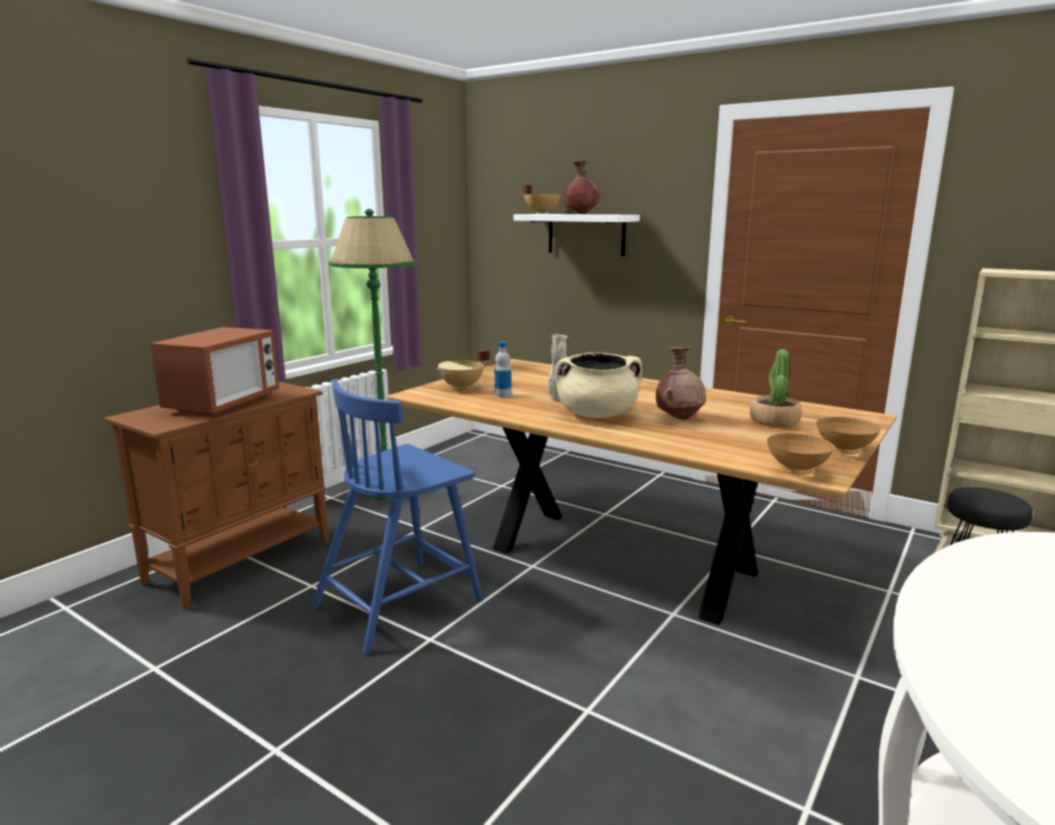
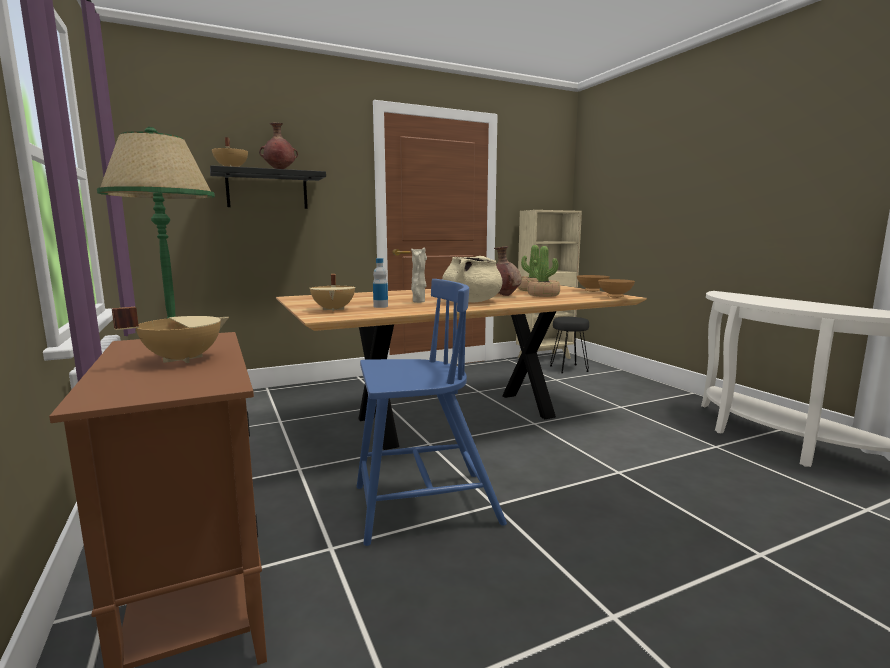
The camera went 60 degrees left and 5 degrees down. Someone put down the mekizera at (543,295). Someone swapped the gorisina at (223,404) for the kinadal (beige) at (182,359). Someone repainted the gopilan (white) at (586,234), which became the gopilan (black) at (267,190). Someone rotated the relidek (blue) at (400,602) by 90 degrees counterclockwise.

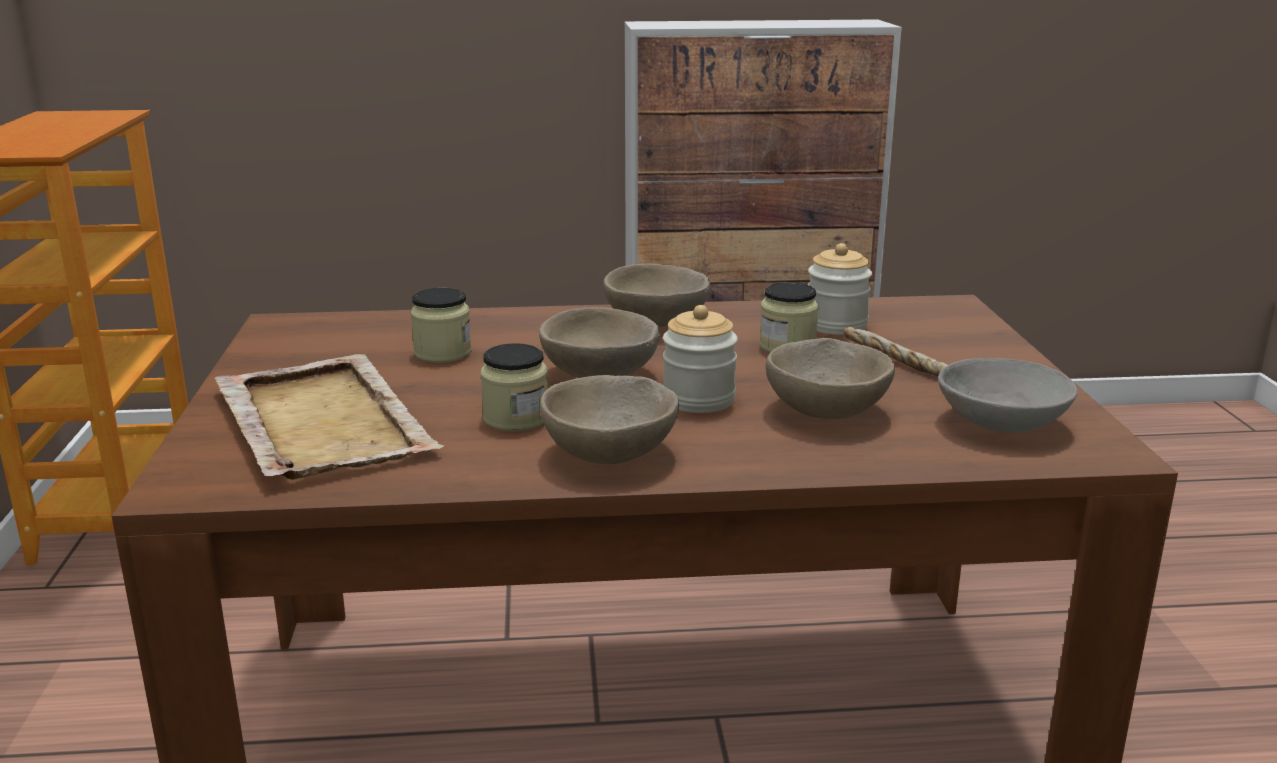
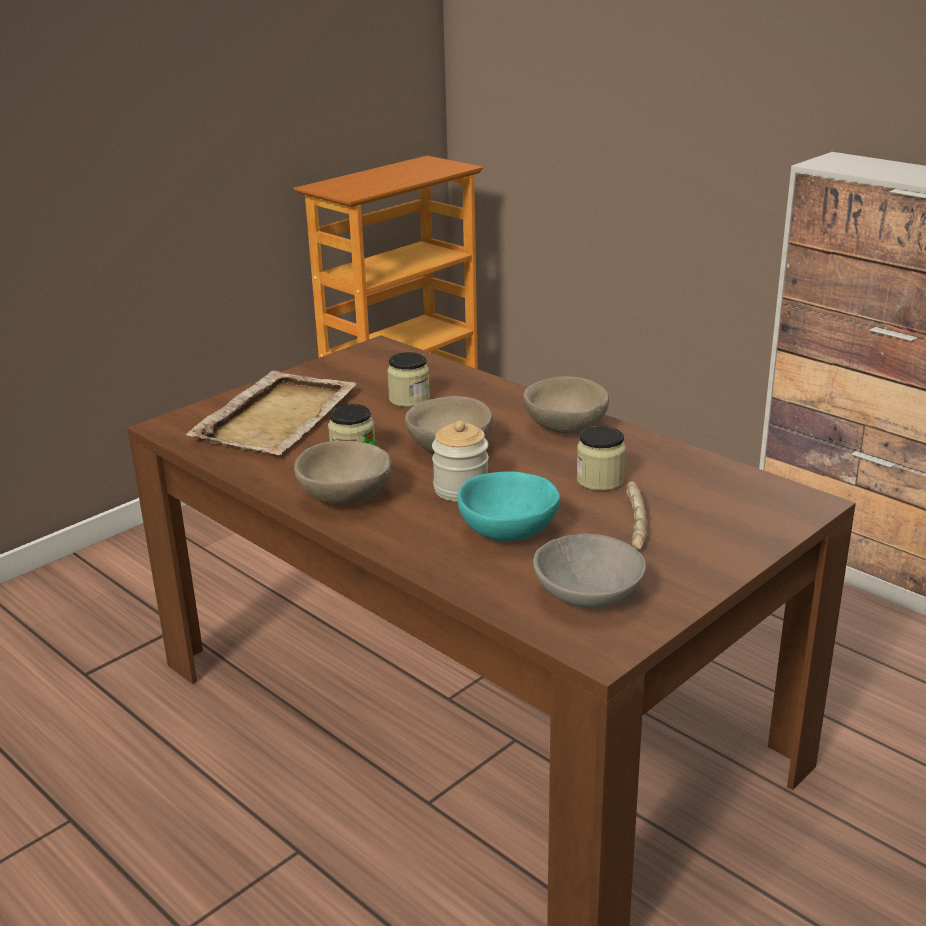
The camera went 50 degrees right and 5 degrees up. Someone took away the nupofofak at (836,325). Someone repainted the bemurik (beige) at (827,412), which became the bemurik (turquoise) at (508,533).

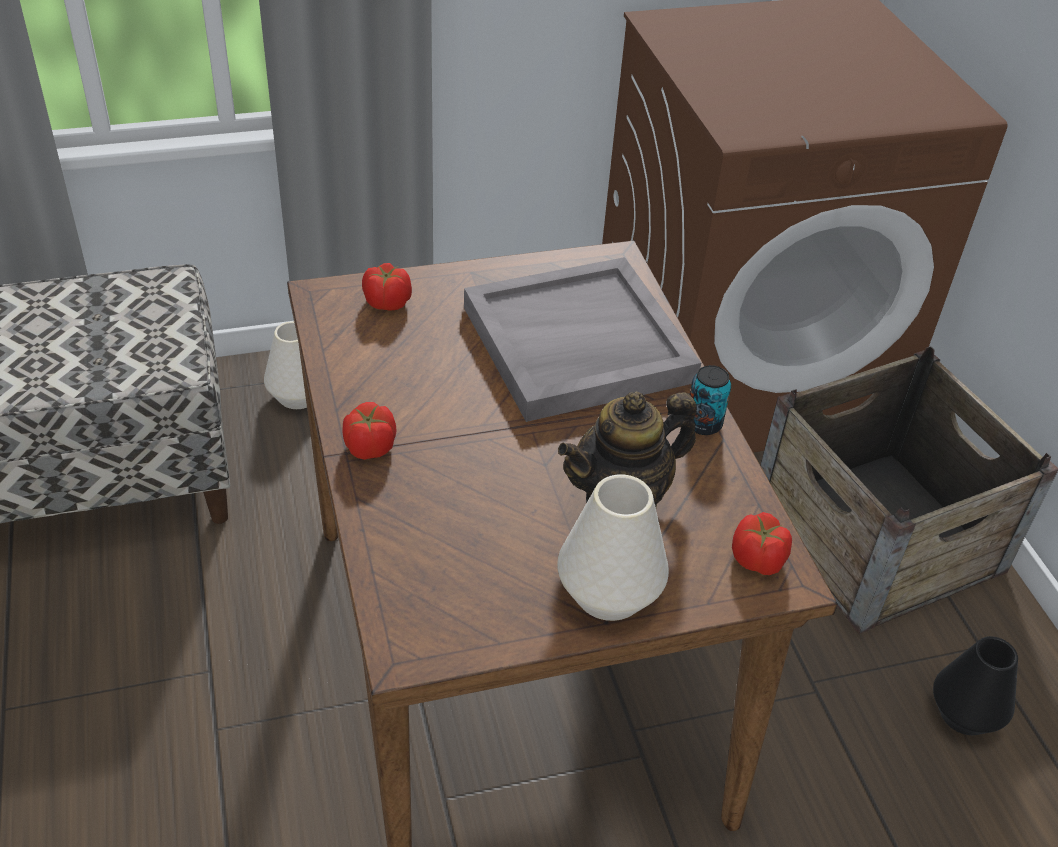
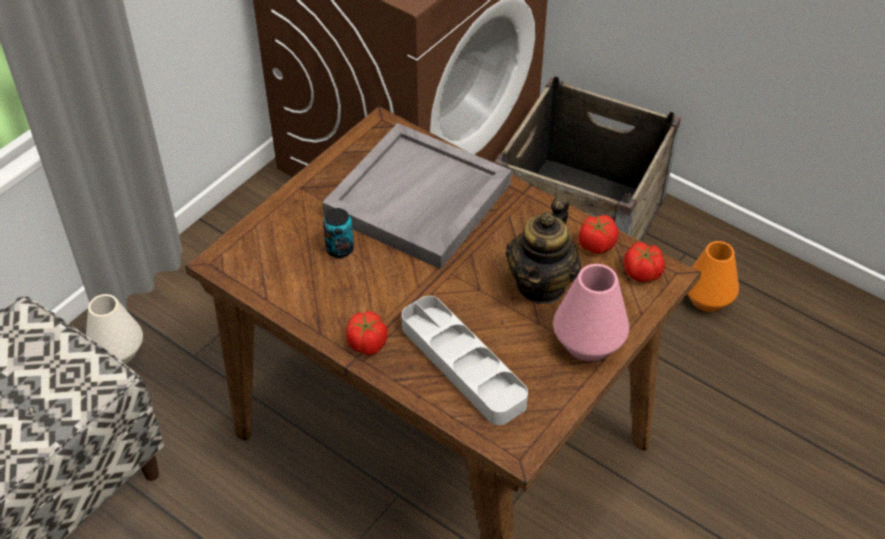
The camera went 35 degrees left and 5 degrees up. Someone put down the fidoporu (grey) at (462,364). Someone carried the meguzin from (387,302) to (596,244). Someone carried the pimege from (703,424) to (339,249). Someone repainted the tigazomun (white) at (608,594), which became the tigazomun (pink) at (588,343). Someone repainted the tigazomun (black) at (964,713), which became the tigazomun (orange) at (707,299).

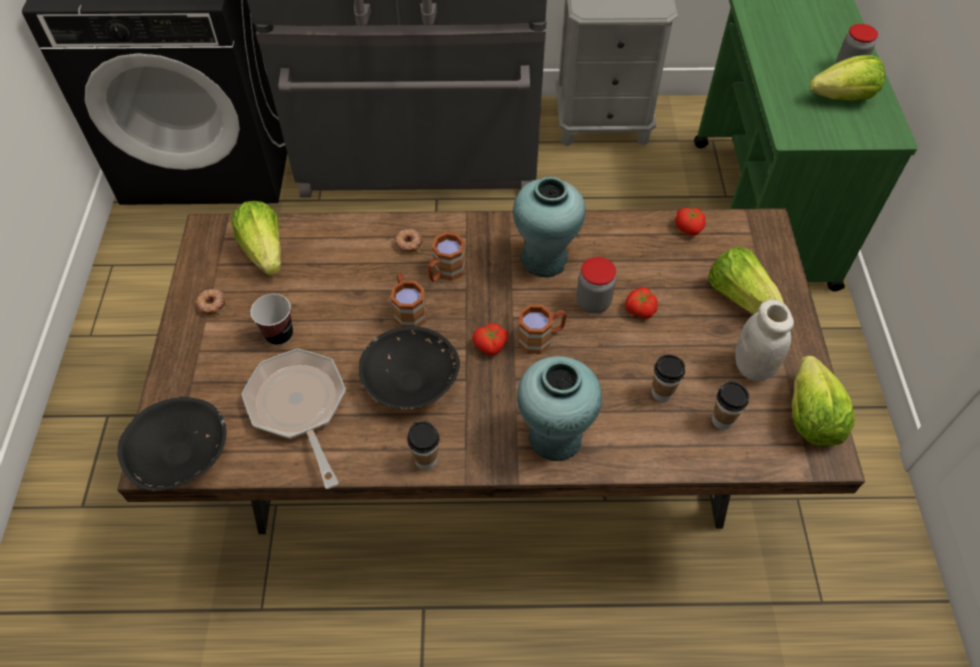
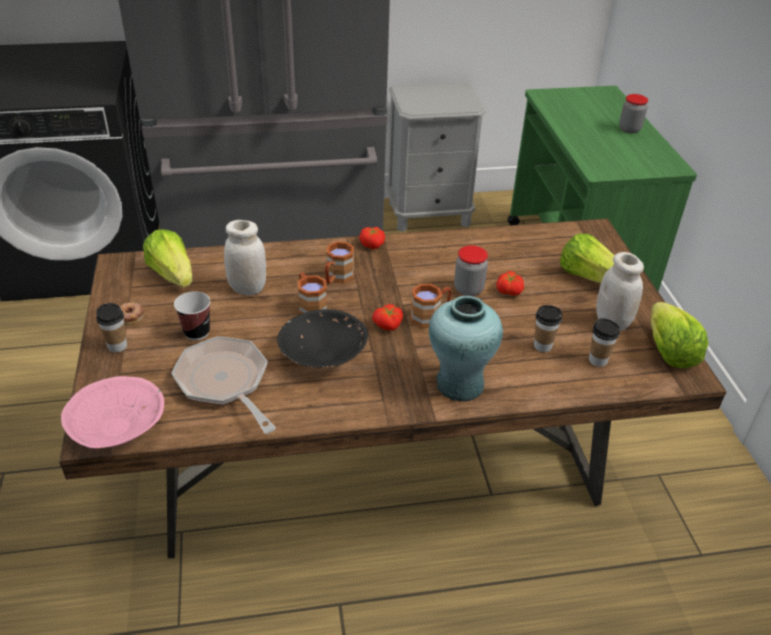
The camera went 10 degrees left and 15 degrees down. Someone took away the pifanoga at (409,243). Someone took away the tigazomun (turquoise) at (544,258). Someone took away the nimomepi at (843,97). Someone put down the nupofofak (white) at (247,288). Someone carried the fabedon from (426,460) to (117,346). Someone carried the meguzin from (689,227) to (372,244). Someone repainted the bemurik (black) at (182,454), which became the bemurik (pink) at (119,428).

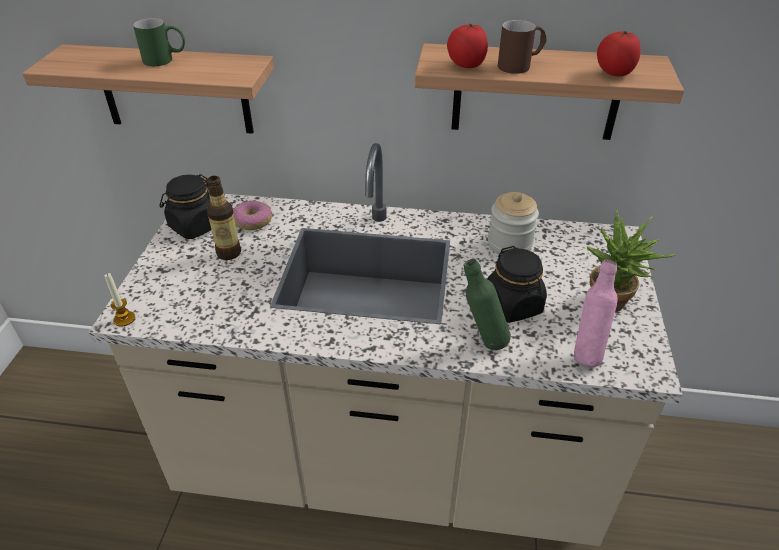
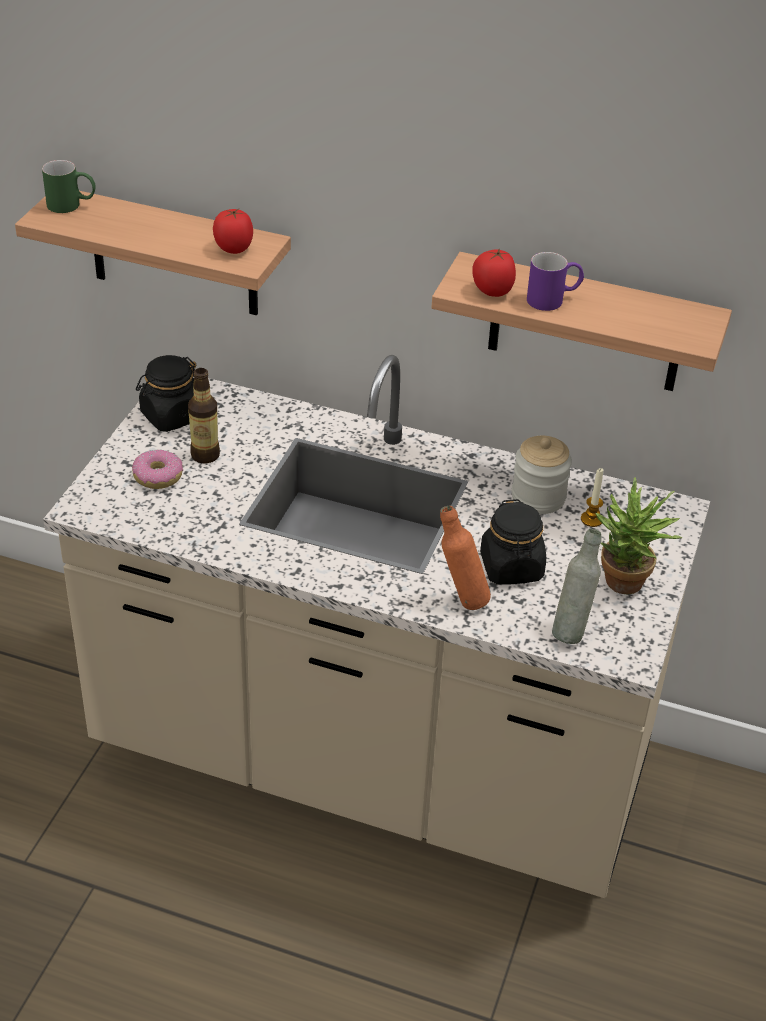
The camera went 10 degrees right and 0 degrees up. Someone carried the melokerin from (124,319) to (591,519). Someone carried the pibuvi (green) from (165,60) to (72,205). Someone carried the pifanoga from (253,221) to (158,476). Someone carried the meguzin from (613,73) to (233,249). Someone repainted the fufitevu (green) at (482,342), which became the fufitevu (orange) at (461,600). Someone repainted the pibuvi (brown) at (520,65), which became the pibuvi (purple) at (553,300). Someone repainted the fufitevu (pink) at (586,353), which became the fufitevu (grey) at (571,630).

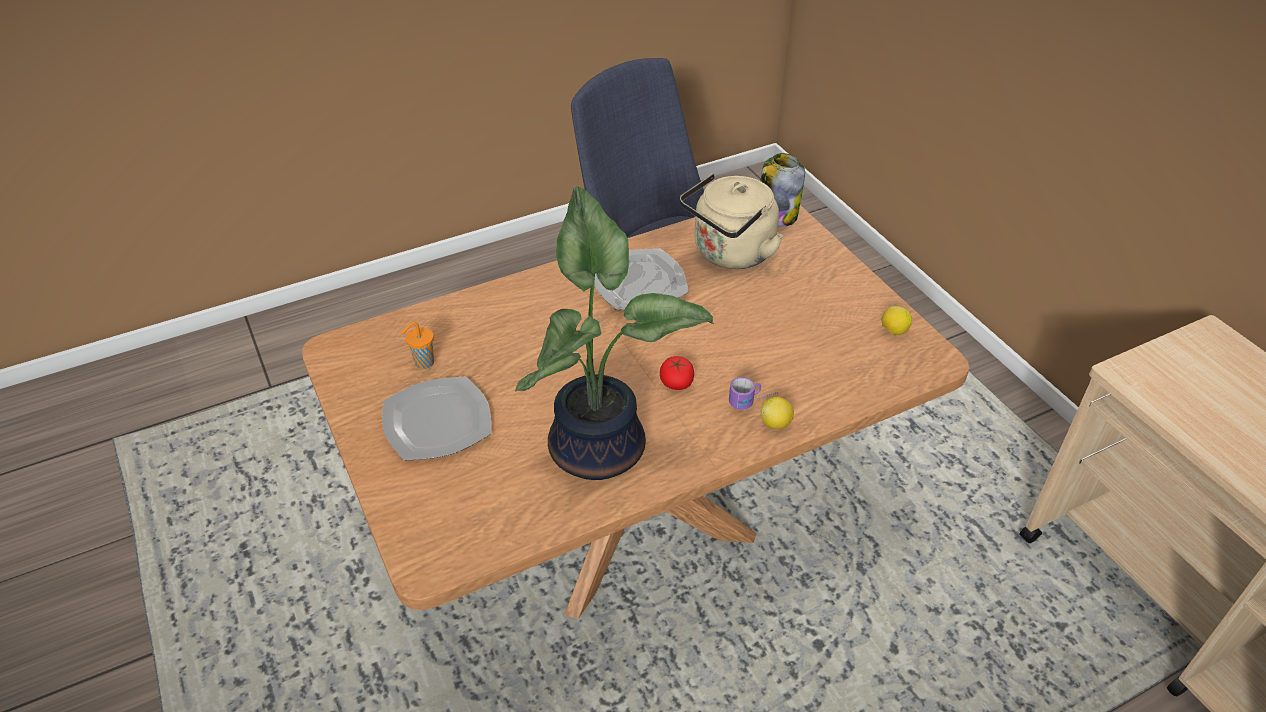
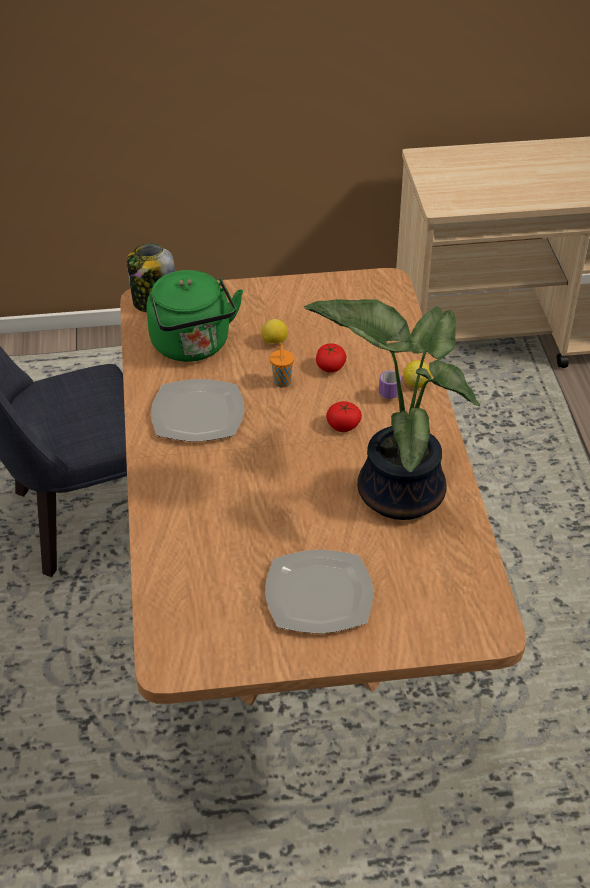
The camera went 70 degrees left and 0 degrees up. Someone put down the meguzin at (330,367). Someone carried the fabedon (orange) from (423,363) to (282,383). Someone carried the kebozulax from (893,331) to (274,342). Someone repainted the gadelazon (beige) at (730,254), which became the gadelazon (green) at (193,346).

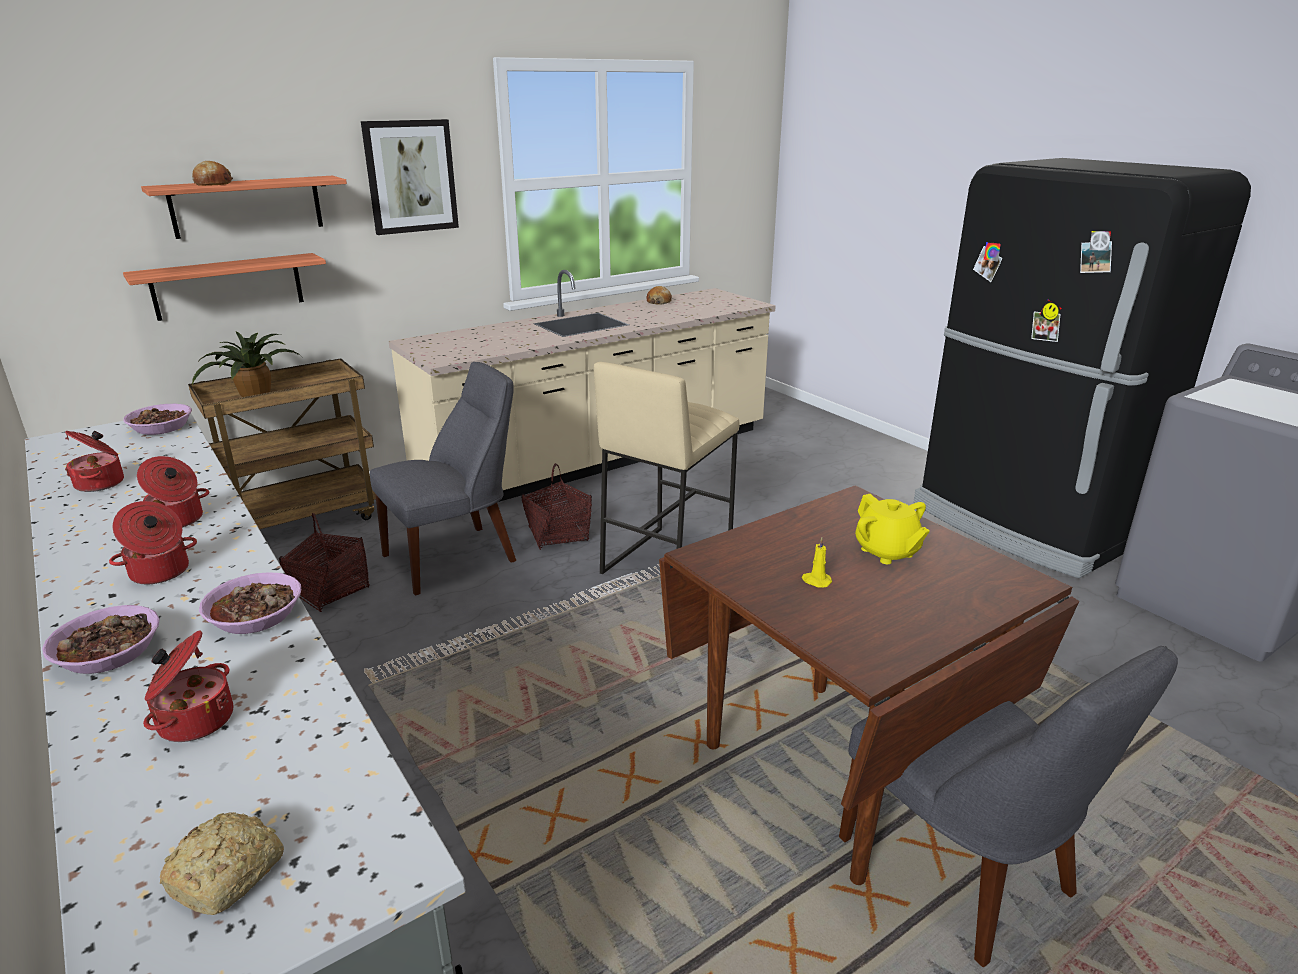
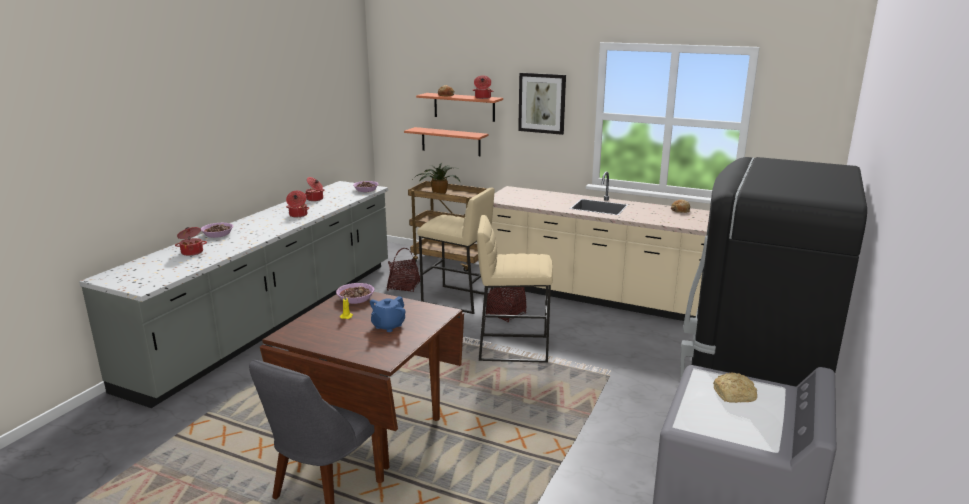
The camera went 60 degrees right and 5 degrees down. Someone carried the kinadal from (160,573) to (482,98). Someone carried the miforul from (229,873) to (735,395). Someone carried the bemurik from (256,615) to (356,298). Someone swapped the relidek (grey) at (456,557) for the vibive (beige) at (457,299). Someone repainted the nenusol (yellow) at (887,552), which became the nenusol (blue) at (388,326).

